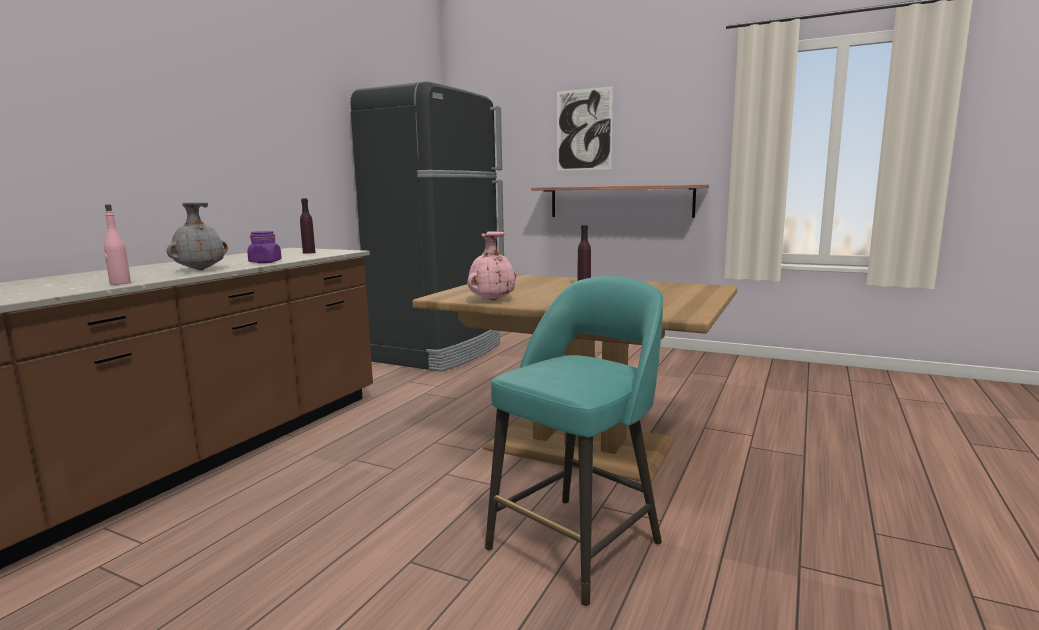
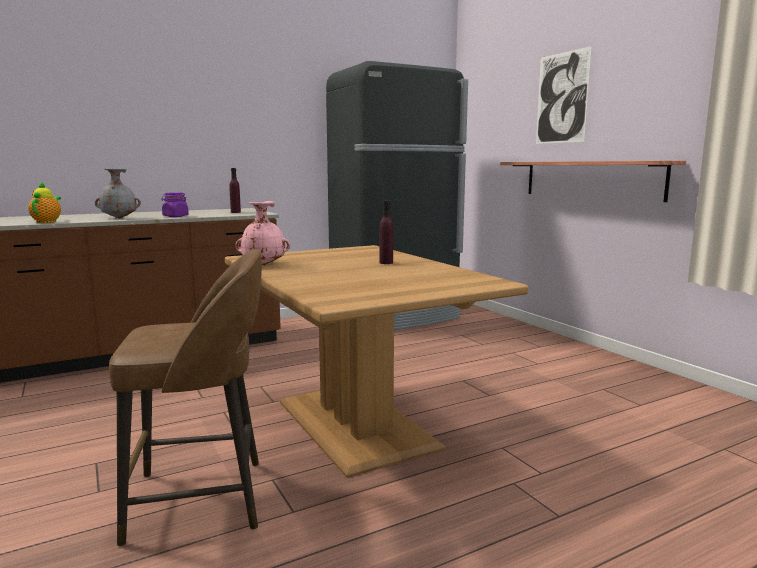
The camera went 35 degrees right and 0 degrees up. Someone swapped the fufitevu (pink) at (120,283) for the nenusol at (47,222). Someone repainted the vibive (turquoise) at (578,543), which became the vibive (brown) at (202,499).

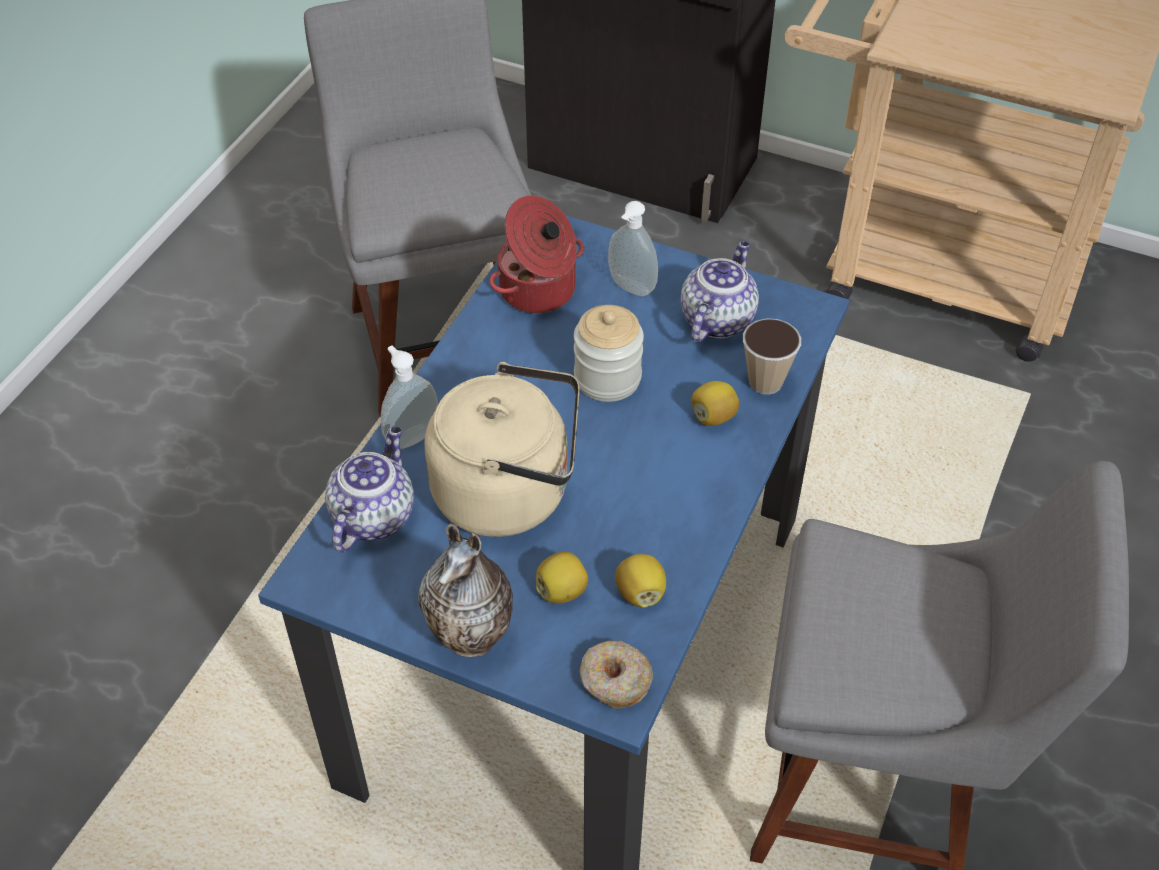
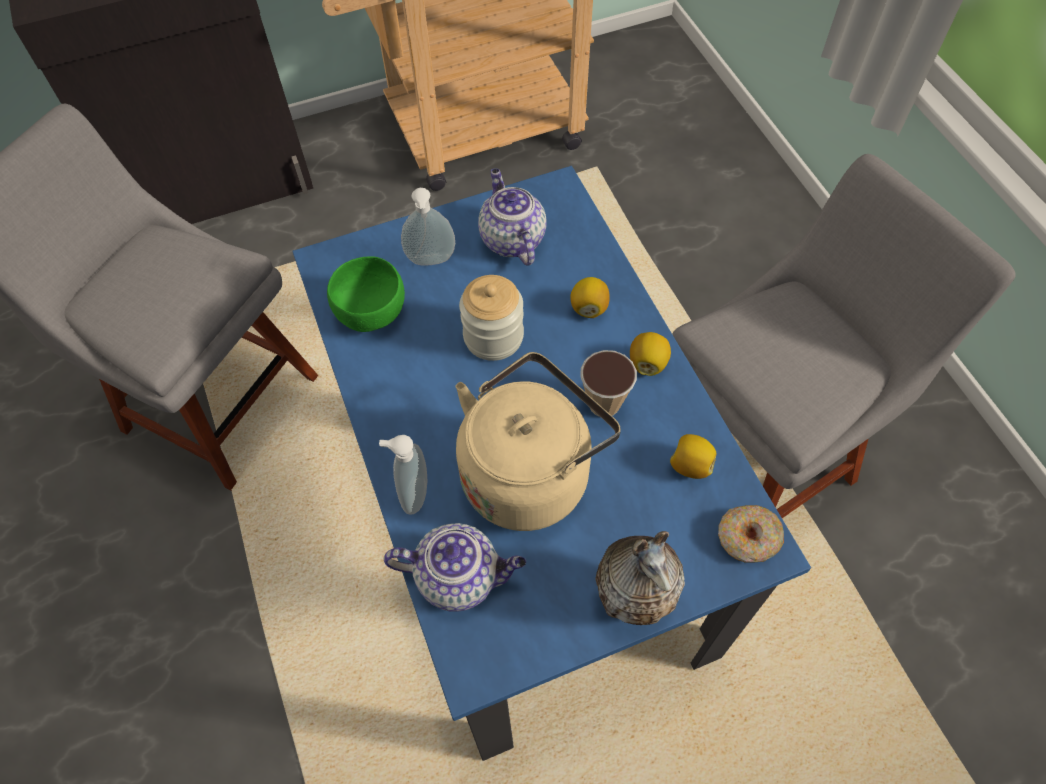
The camera went 45 degrees left and 10 degrees up. Someone carried the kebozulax from (562,591) to (648,363). Someone carried the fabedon from (765,382) to (604,404). Someone swapped the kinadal at (539,291) for the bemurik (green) at (372,311). Someone rotated the nenusol at (373,515) by 120 degrees clockwise.

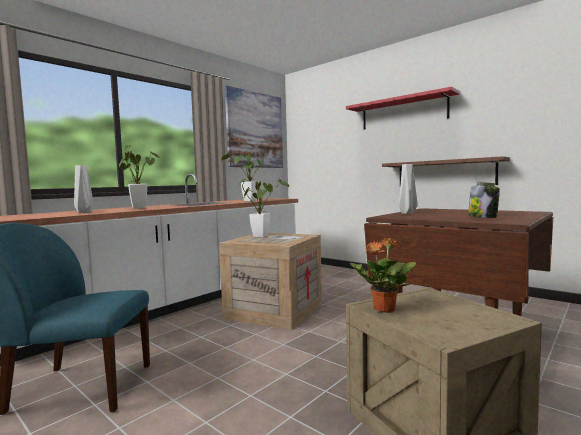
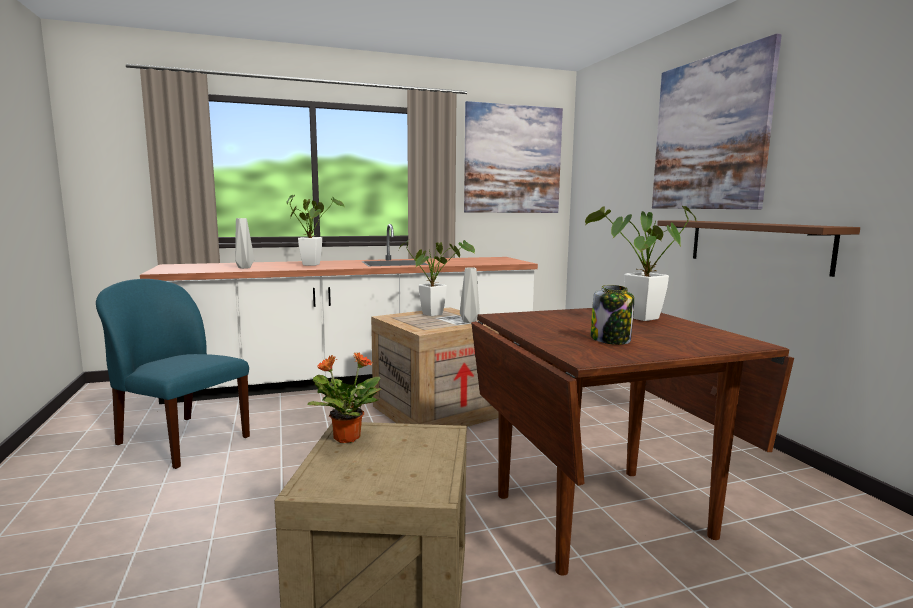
The camera went 30 degrees right and 5 degrees up. Someone carried the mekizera from (248,201) to (638,319). Someone carried the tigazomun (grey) from (406,213) to (468,321). Someone swapped the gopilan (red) at (403,112) for the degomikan at (709,134).

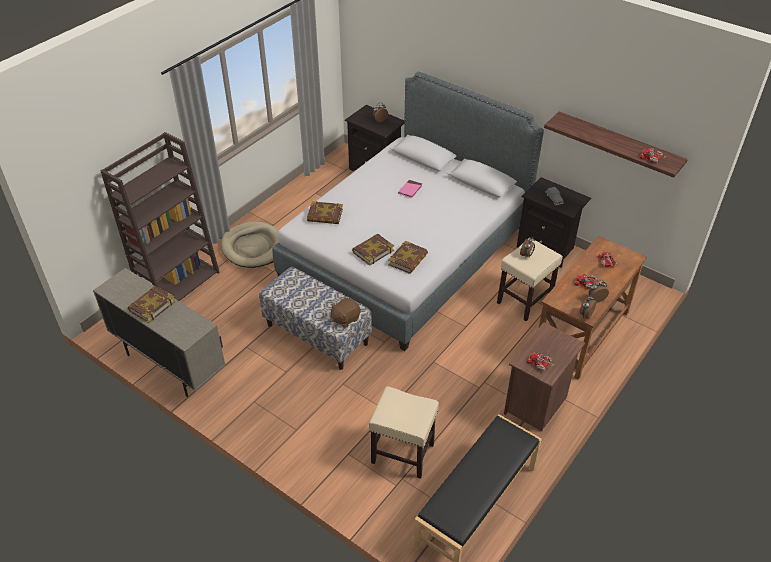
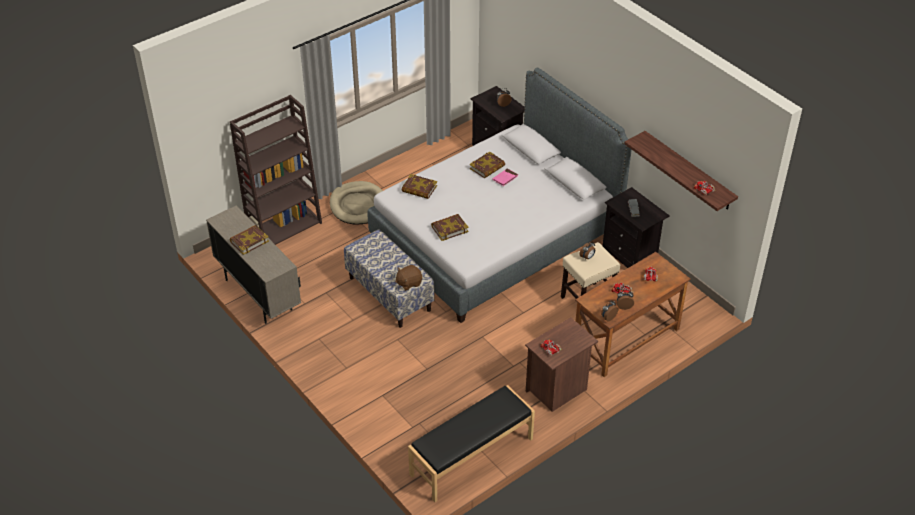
The camera went 15 degrees right and 0 degrees up. Someone took away the vibive (beige) at (403,453). Someone carried the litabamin from (408,260) to (487,167).

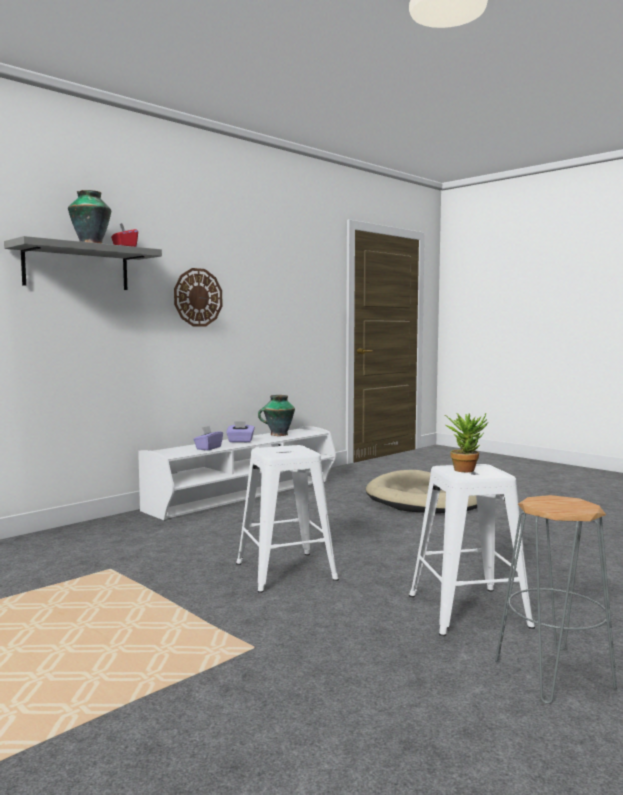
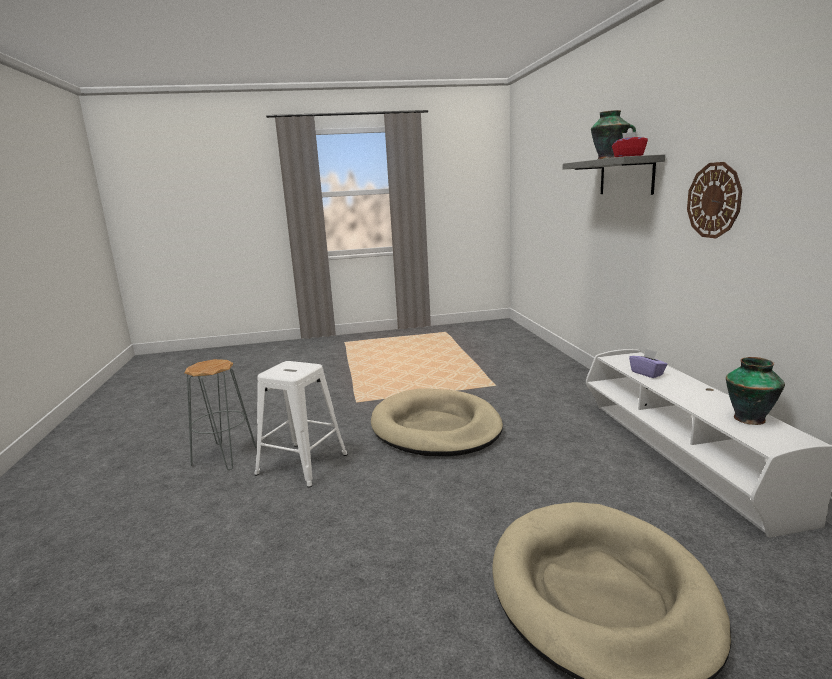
The camera went 125 degrees right and 10 degrees up. Someone took away the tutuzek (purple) at (240,441). Someone took away the mekizera at (466,469). Someone swapped the vibive (white) at (286,571) for the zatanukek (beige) at (436,428).

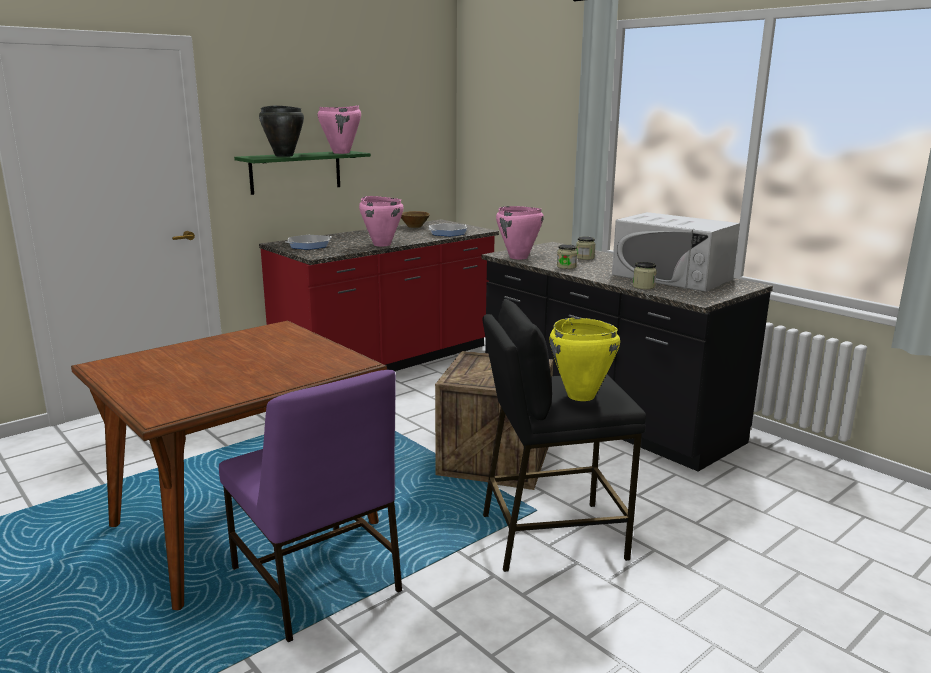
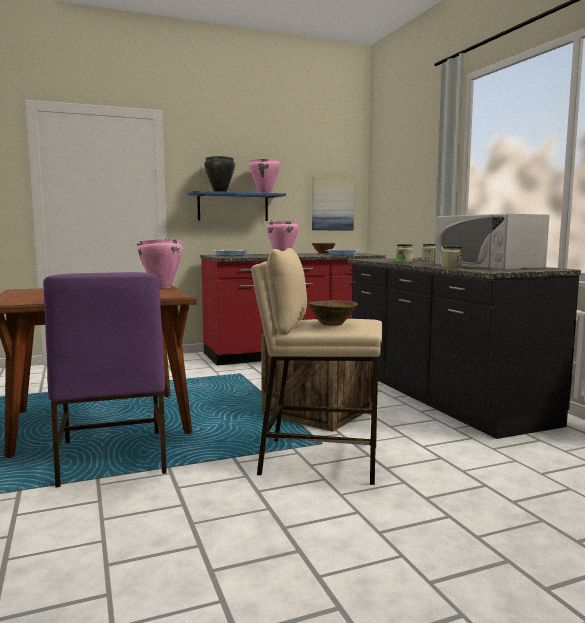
The camera went 20 degrees right and 10 degrees down. Someone put up the degomikan at (332,204). Someone carried the kinadal (pink) from (518,257) to (161,287). Someone swapped the kinadal (yellow) at (580,396) for the bemurik (brown) at (332,324). Someone repainted the gopilan (green) at (296,172), which became the gopilan (blue) at (233,207). Someone repainted the vibive (black) at (551,535), which became the vibive (beige) at (319,460).

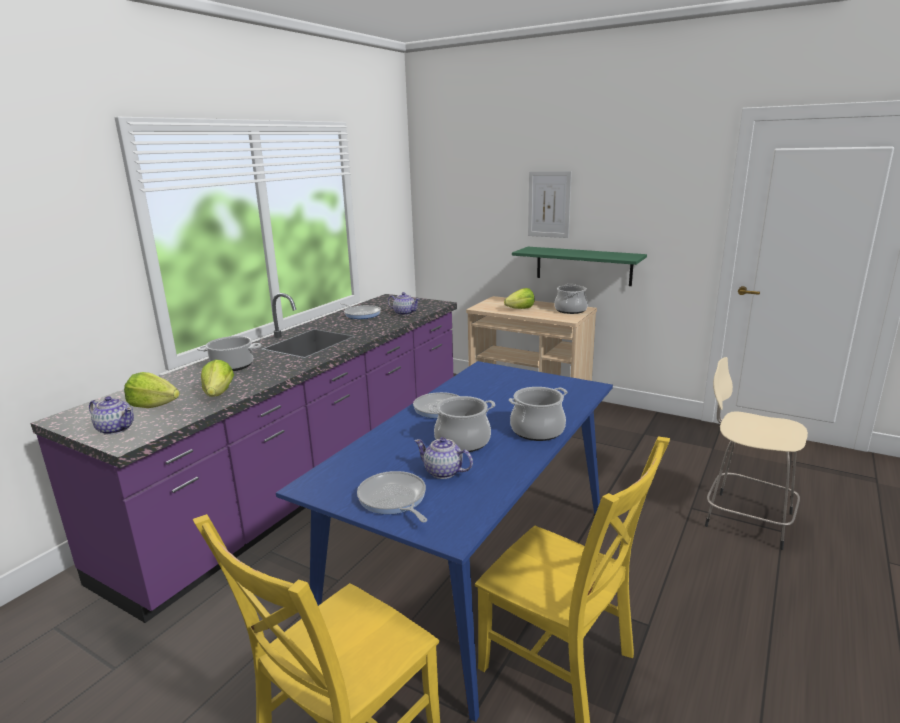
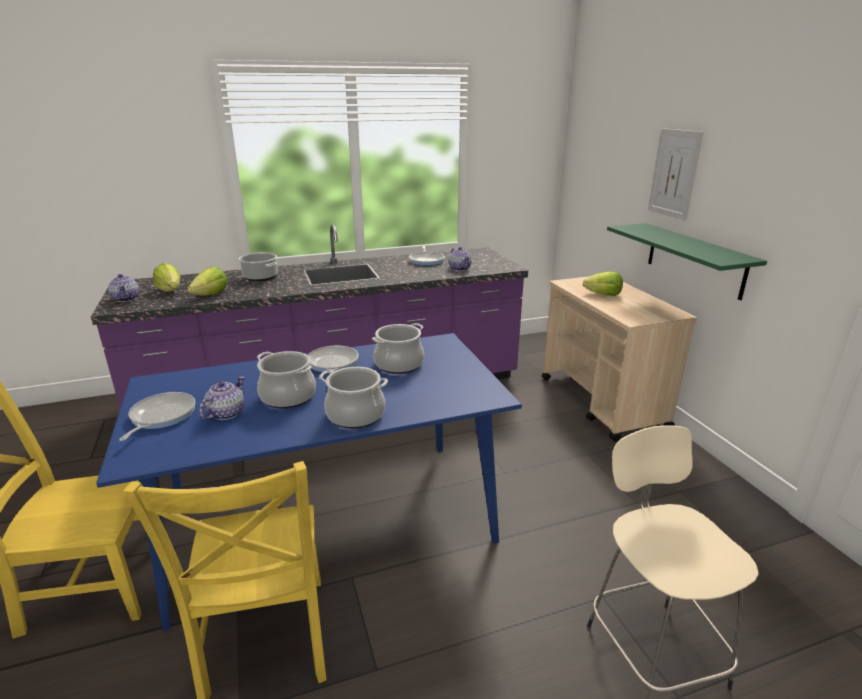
The camera went 40 degrees right and 5 degrees up. Someone carried the kinadal from (570,310) to (399,364). Someone rotated the nenusol at (443,472) by 45 degrees clockwise.

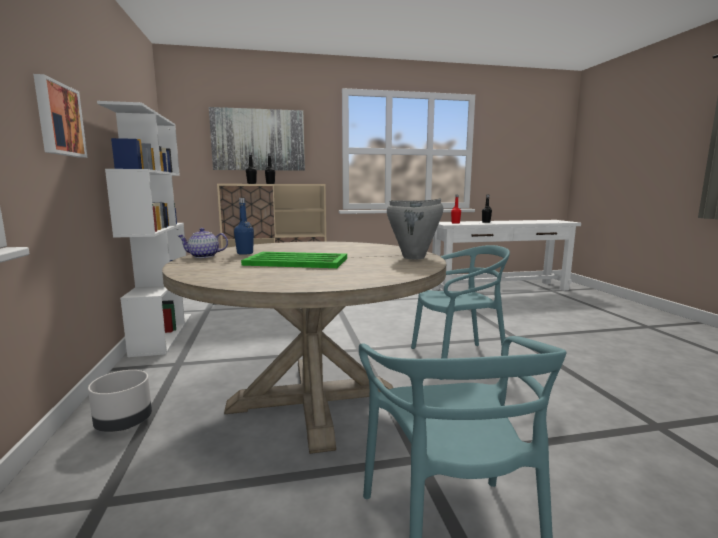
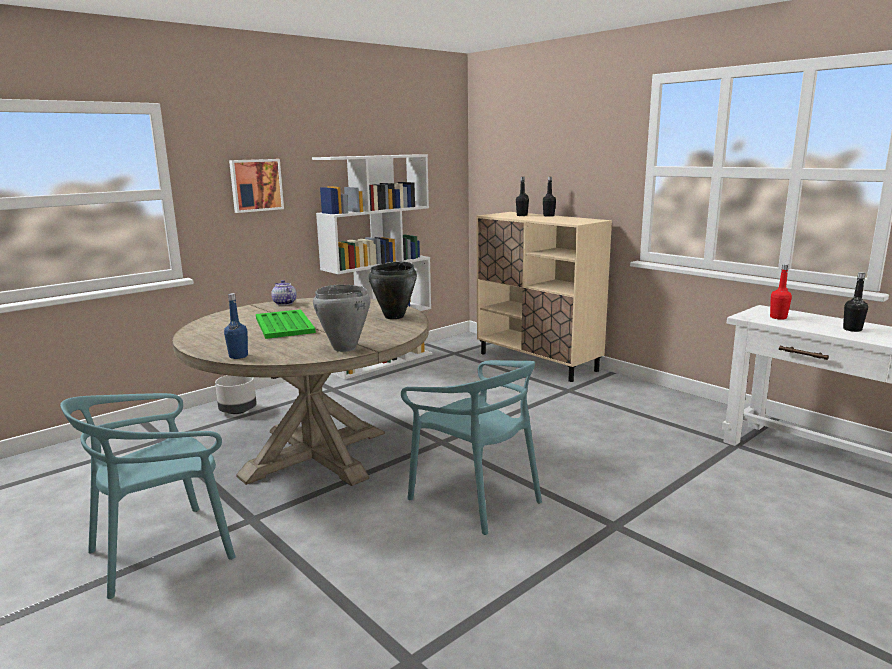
The camera went 60 degrees right and 5 degrees up. Someone took away the degomikan at (258,140). Someone put down the kinadal (black) at (394,316). Someone carried the fufitevu (blue) from (245,253) to (238,356).

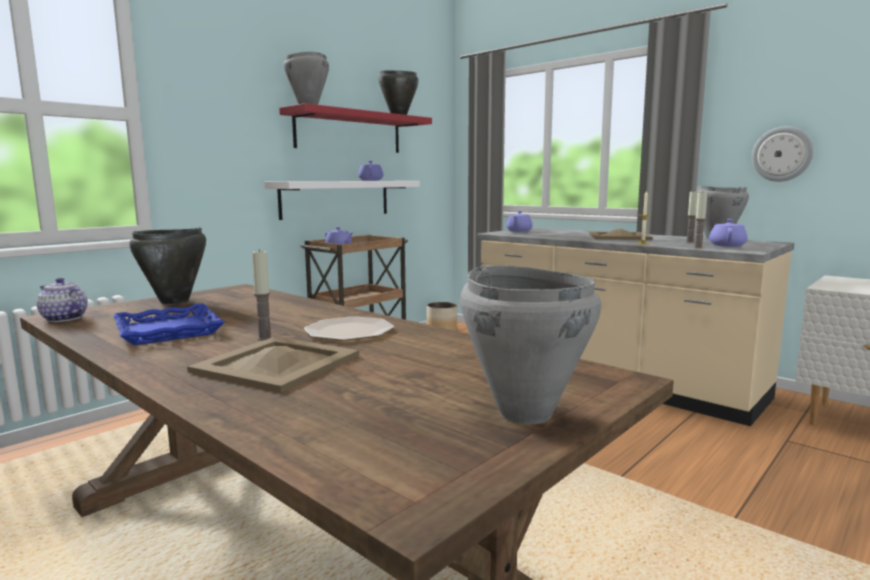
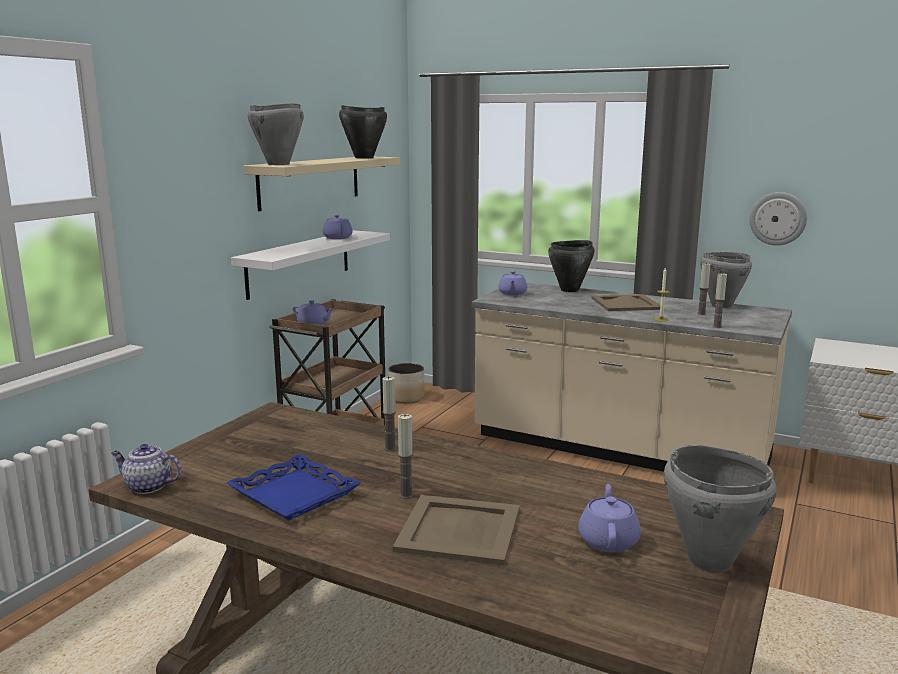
The camera went 15 degrees left and 5 degrees up. Someone took away the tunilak at (348,331). Someone put down the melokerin at (390,448). Someone carried the kinadal (black) from (175,301) to (570,290). Someone carried the nenusol (purple) from (727,245) to (608,540). Someone repainted the gopilan (red) at (349,132), which became the gopilan (beige) at (310,181).

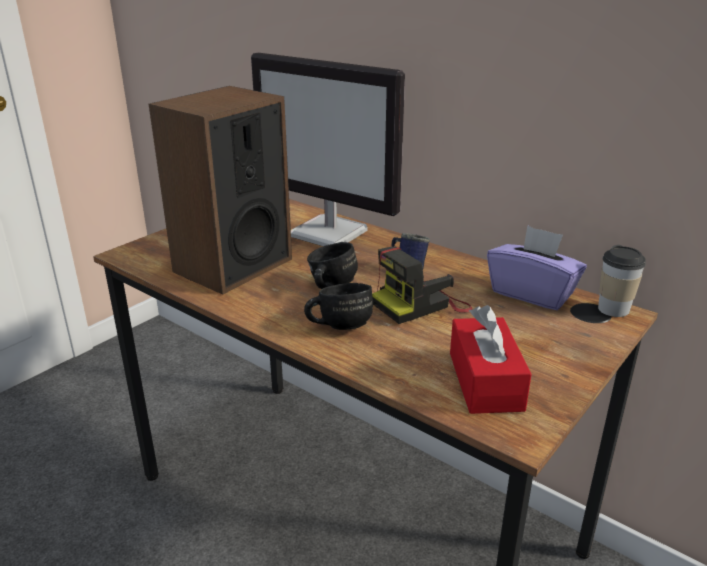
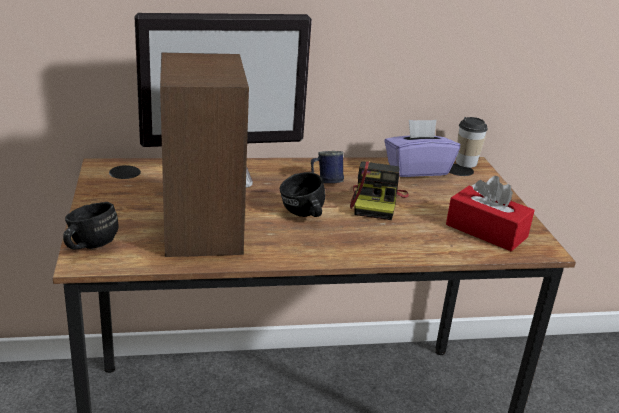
The camera went 50 degrees left and 0 degrees up. Someone carried the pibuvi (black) from (338,325) to (88,246).

